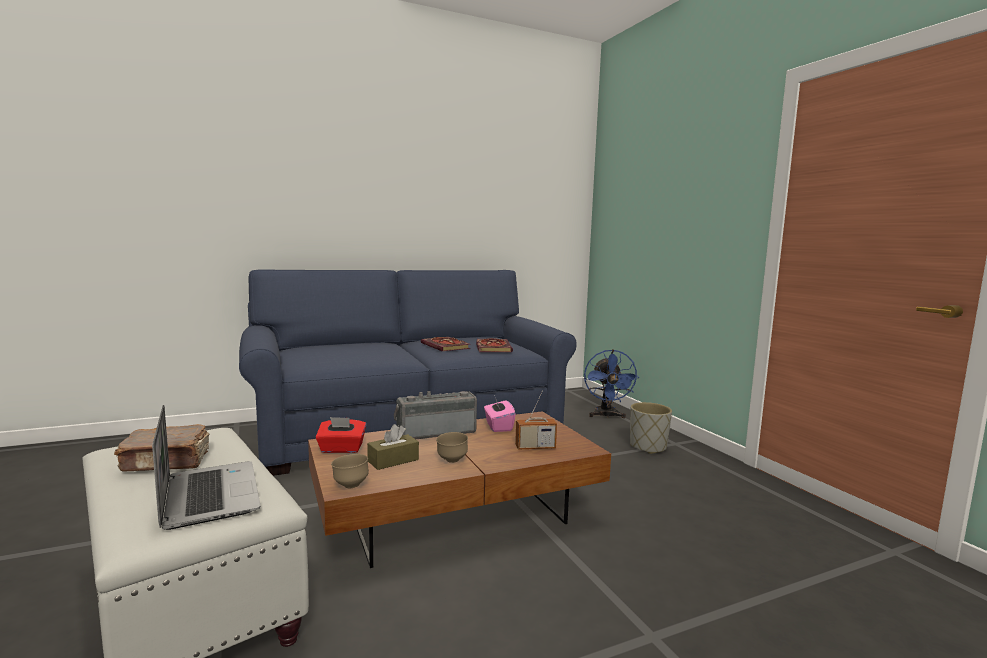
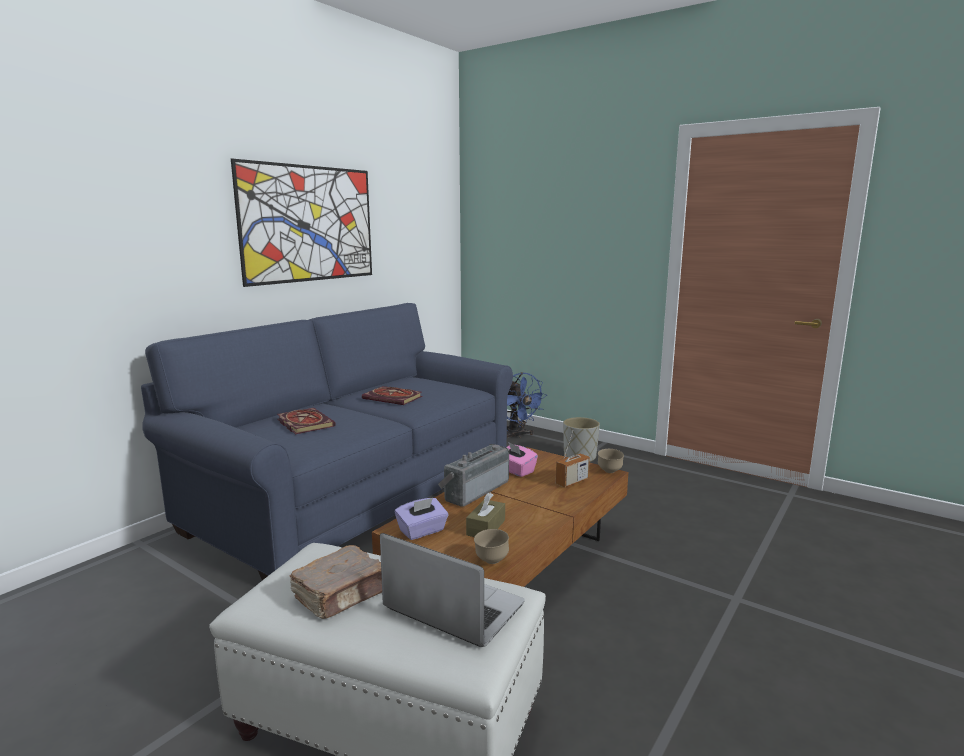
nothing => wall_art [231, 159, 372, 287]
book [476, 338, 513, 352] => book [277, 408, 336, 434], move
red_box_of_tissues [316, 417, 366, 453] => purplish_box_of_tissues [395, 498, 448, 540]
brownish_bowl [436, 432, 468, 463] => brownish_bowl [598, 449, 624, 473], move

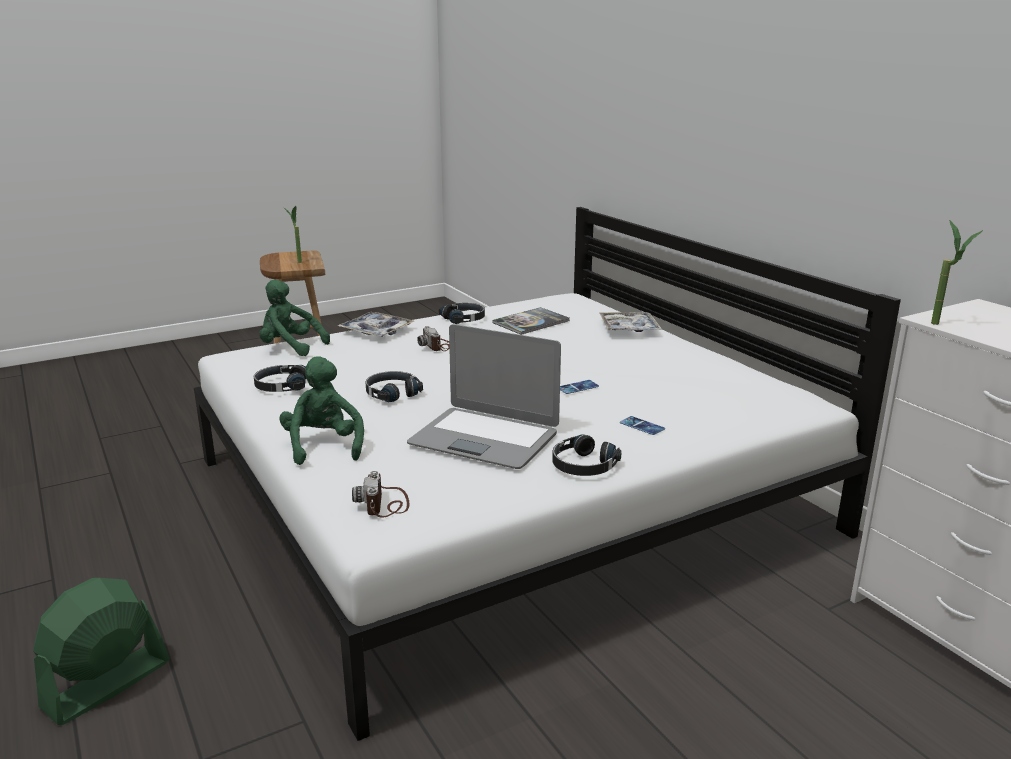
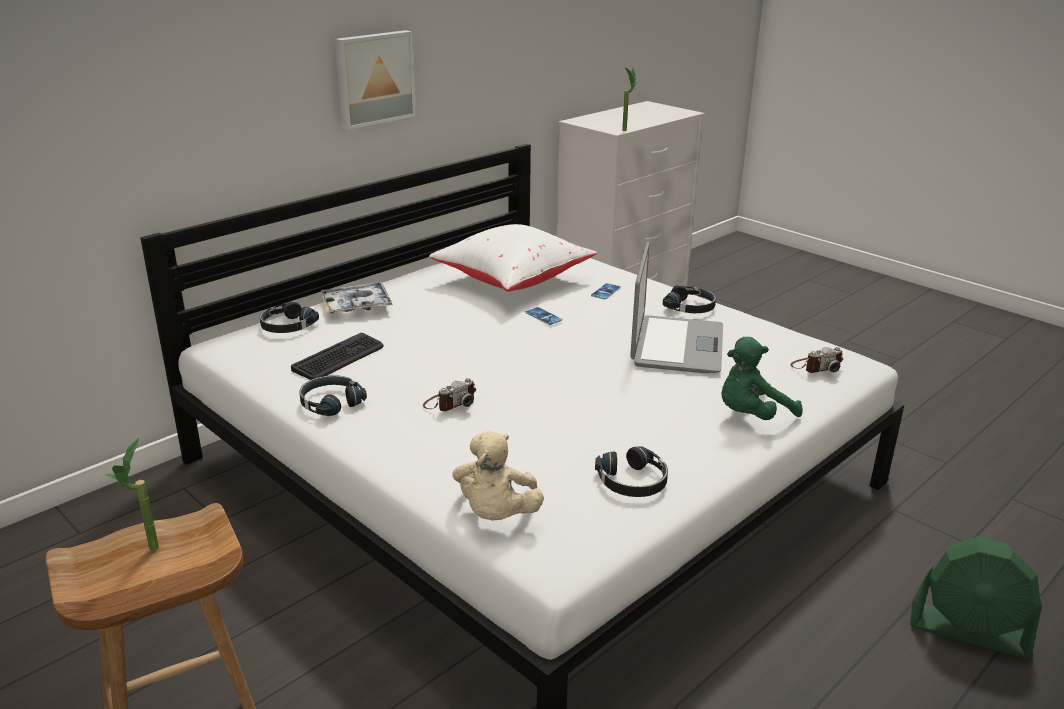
blackish_headset [366, 371, 423, 402] => blackish_headset [260, 301, 319, 333], move
book [492, 307, 570, 335] => PC_keyboard [291, 333, 384, 380]
nothing => wall_art [335, 30, 416, 130]
nothing => white_cushion [429, 224, 597, 292]
green-coloured_cuddly_toy [259, 280, 330, 356] => sand-coloured_cuddly_toy [452, 431, 544, 520]
carrying_tray [338, 312, 414, 337] => nothing

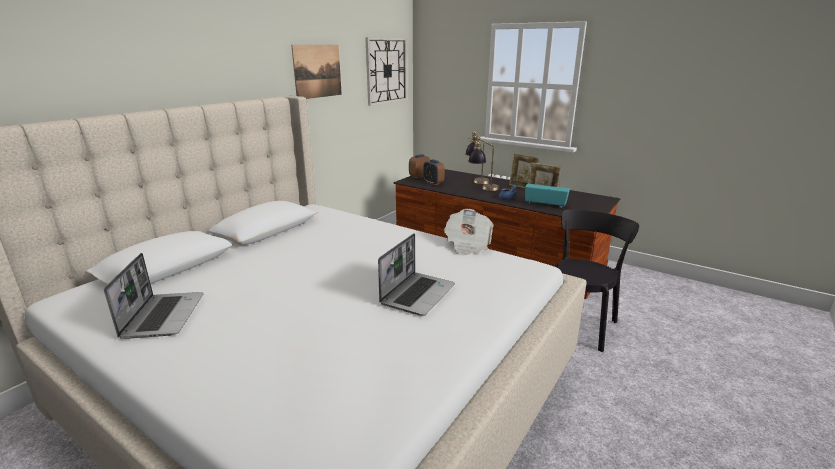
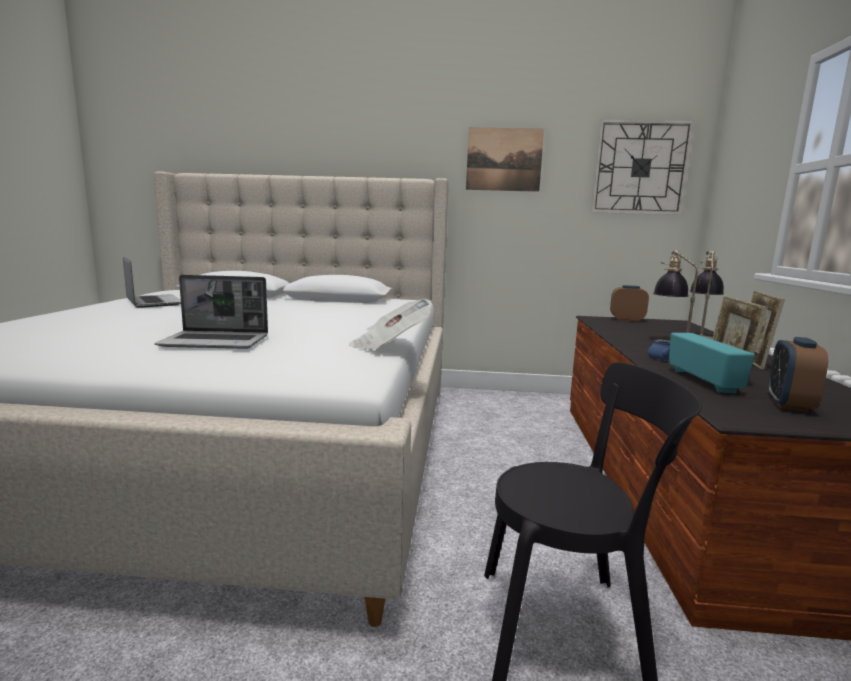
notebook_computer [104, 253, 204, 339] => notebook_computer [123, 257, 181, 308], 90 degrees counterclockwise
alarm_clock [423, 159, 445, 185] => alarm_clock [768, 337, 828, 412], move

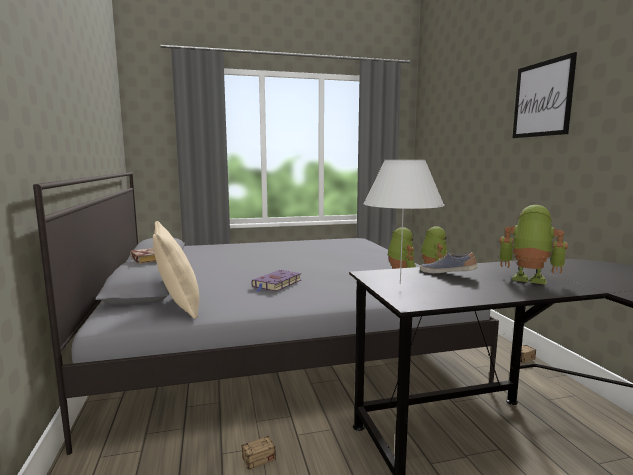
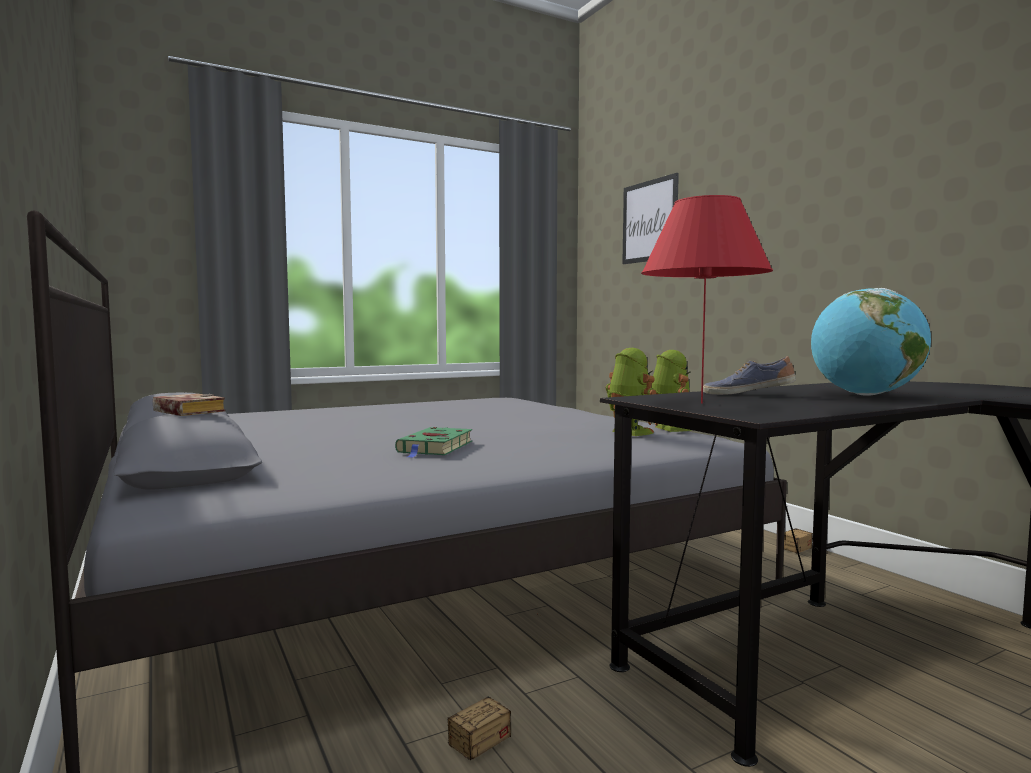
purplish_book [251, 270, 301, 292] => green-coloured_book [395, 427, 472, 458]
wall_art [513, 52, 577, 138] => wall_art [622, 173, 679, 264], move
white_table_lamp [363, 160, 445, 284] => red_table_lamp [641, 195, 773, 404]
robot_figure [499, 205, 568, 285] => world_globe [811, 288, 931, 396]
sand-coloured_cushion [153, 221, 199, 319] => nothing

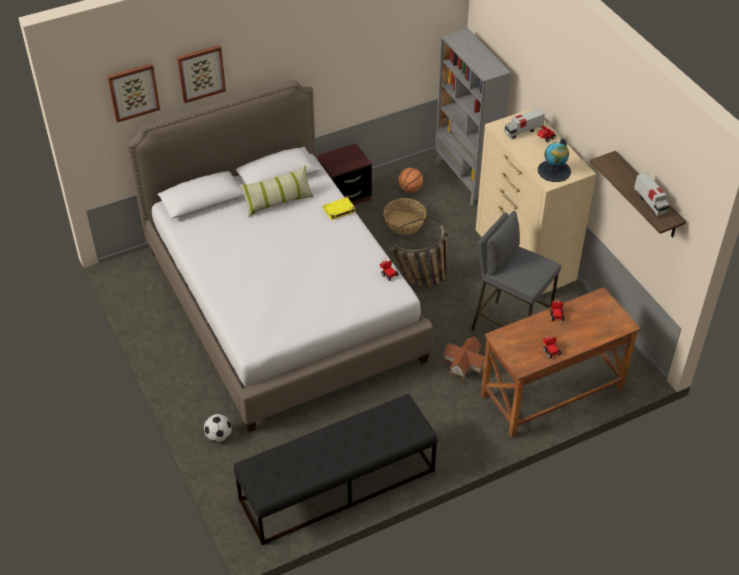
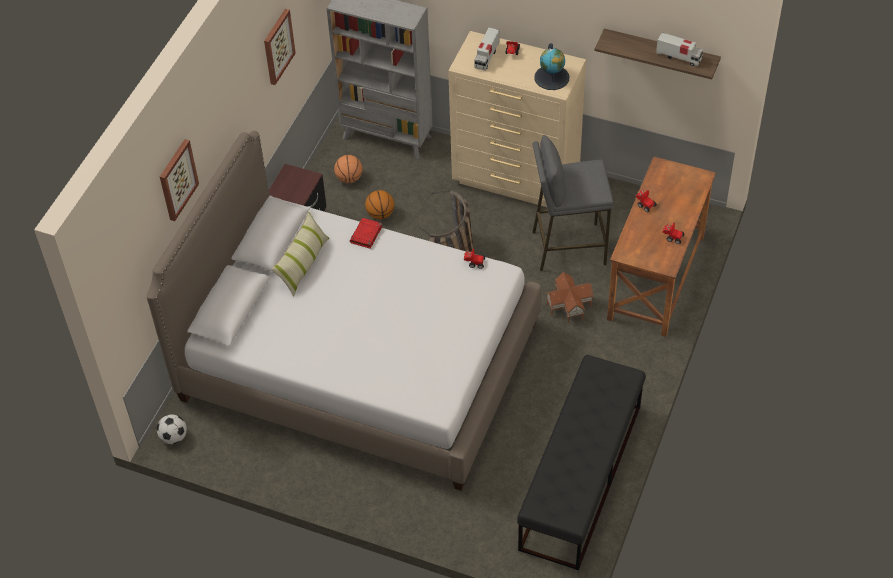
football_ball [204, 414, 232, 442] => football_ball [157, 414, 187, 444], move
wall_art [107, 63, 160, 123] => wall_art [264, 9, 296, 85], move
yellowish_book [323, 197, 356, 220] => red_book [350, 218, 382, 249]
household_basket [383, 198, 426, 235] => basketball_ball [365, 190, 394, 219]

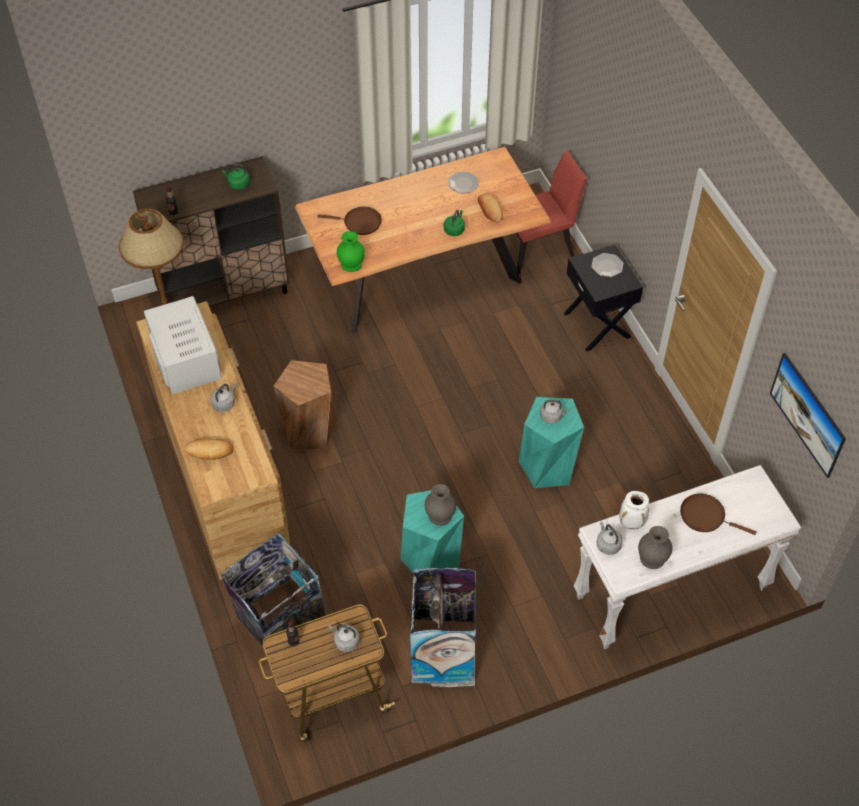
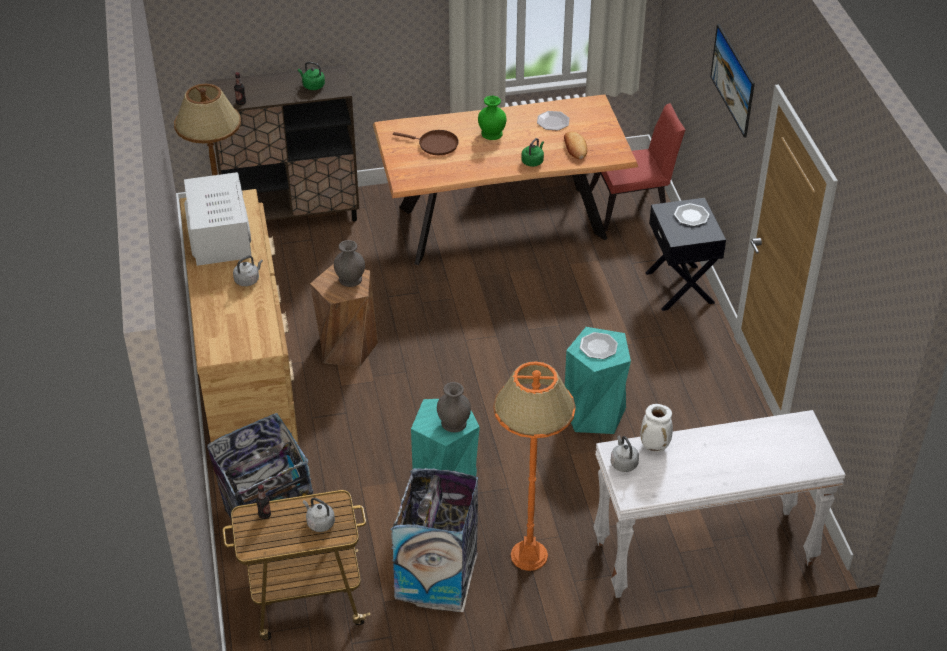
greyish_decorative_vase [638, 526, 672, 569] => greyish_decorative_vase [334, 240, 365, 287], move
green-coloured_decorative_vase [337, 231, 365, 272] => green-coloured_decorative_vase [478, 96, 506, 140], move
nothing => orangey_standard_lamp [493, 361, 576, 571]
greyish_water_kettle [540, 400, 570, 424] => plate [580, 332, 618, 359]
wall_art [770, 353, 846, 478] => wall_art [710, 24, 755, 138], move
baked_bread [184, 439, 233, 460] => nothing
brownish_skillet [680, 494, 756, 535] => nothing

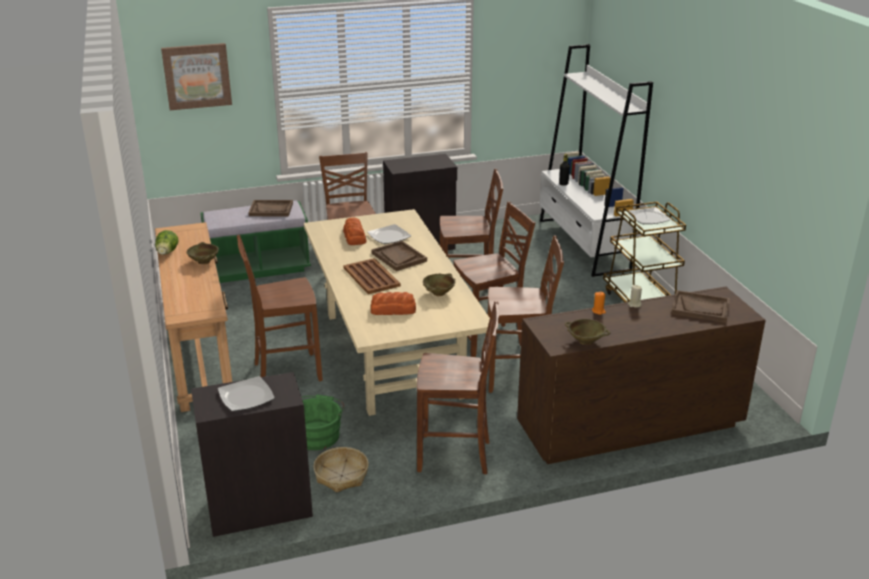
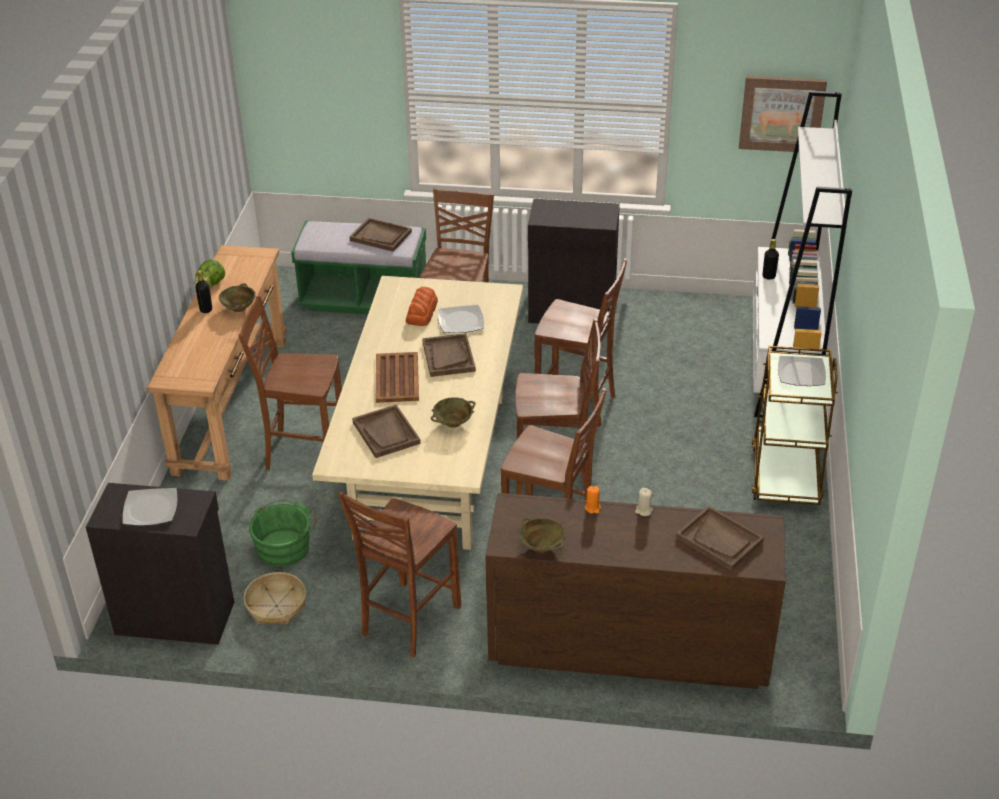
nothing => blackish_bottle [195, 270, 212, 313]
brownish_plain_chair [417, 301, 499, 475] => brownish_plain_chair [338, 491, 461, 657], 90 degrees clockwise
baked_bread [371, 292, 416, 315] => brownish_carrying_tray [352, 405, 421, 458]
wall_art [161, 43, 232, 110] => wall_art [739, 76, 827, 152], move

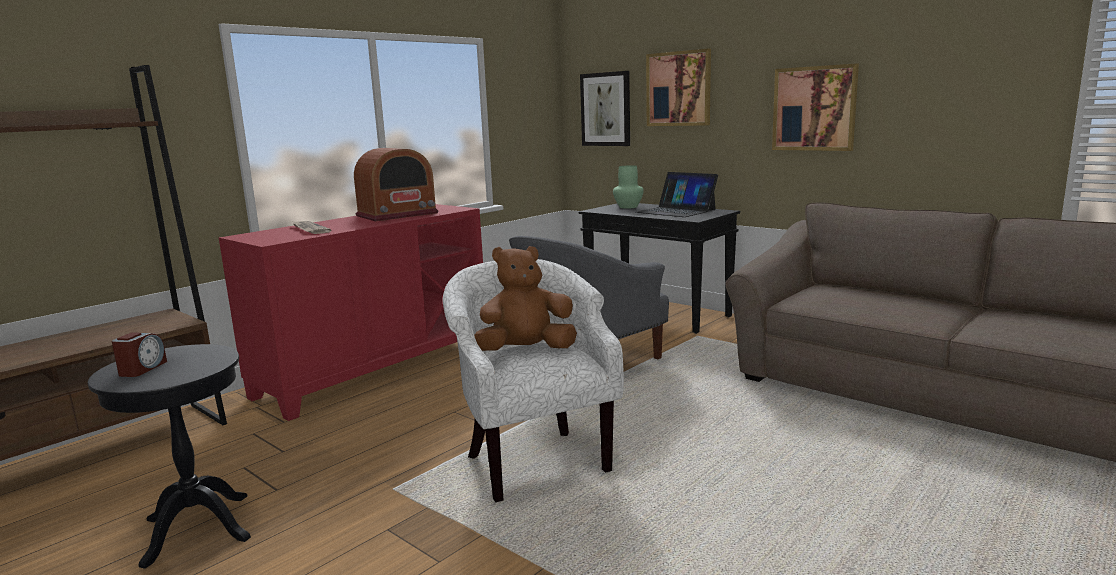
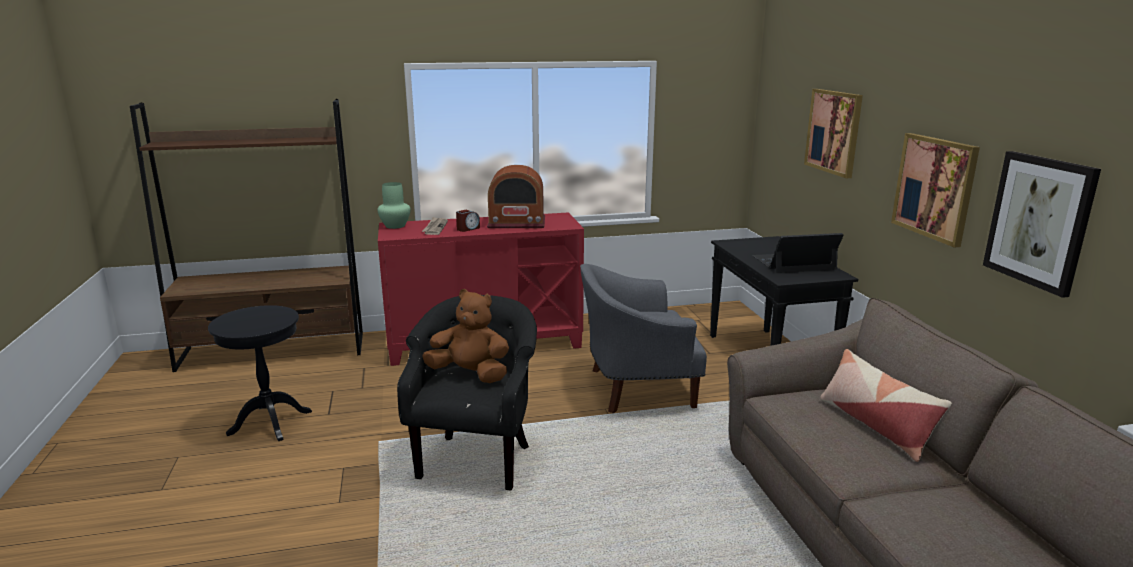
green-coloured_decorative_vase [613, 165, 644, 209] => green-coloured_decorative_vase [377, 182, 411, 229], move
white_armchair [442, 259, 624, 502] => blackish_armchair [397, 295, 537, 491]
alarm_clock [112, 332, 167, 377] => alarm_clock [456, 210, 480, 232], move
notebook_computer [636, 172, 718, 217] => notebook_computer [753, 233, 844, 273], 90 degrees clockwise
nothing => cushion [820, 349, 952, 462]
wall_art [580, 71, 630, 146] => wall_art [983, 151, 1101, 298], move

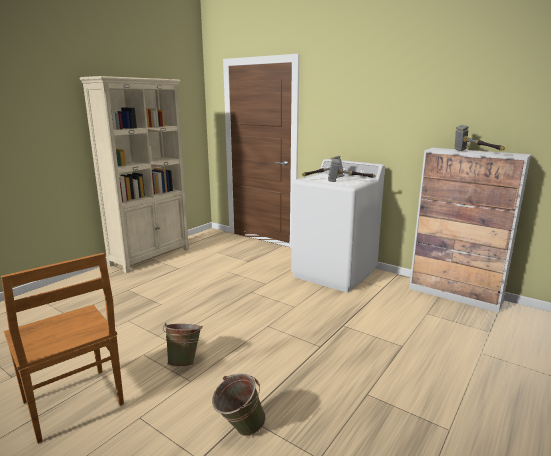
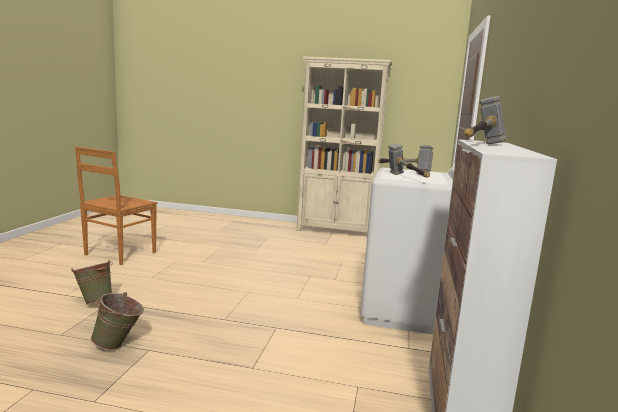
green-coloured_water_bucket [163, 323, 202, 367] => green-coloured_water_bucket [91, 292, 144, 350], move

